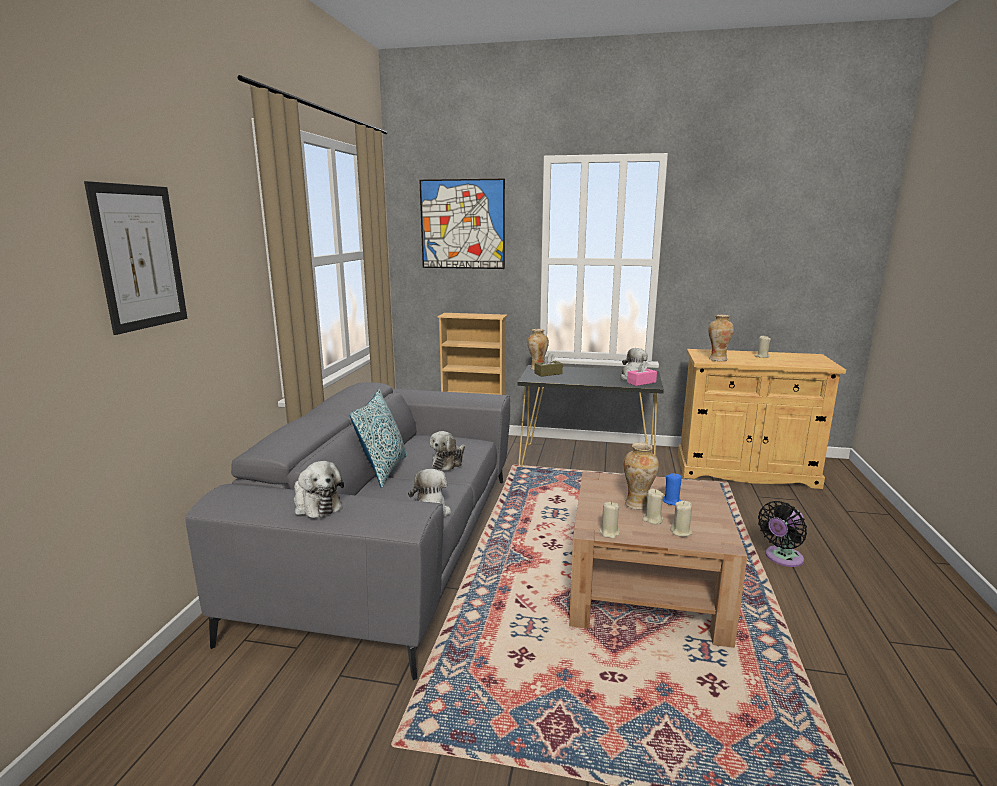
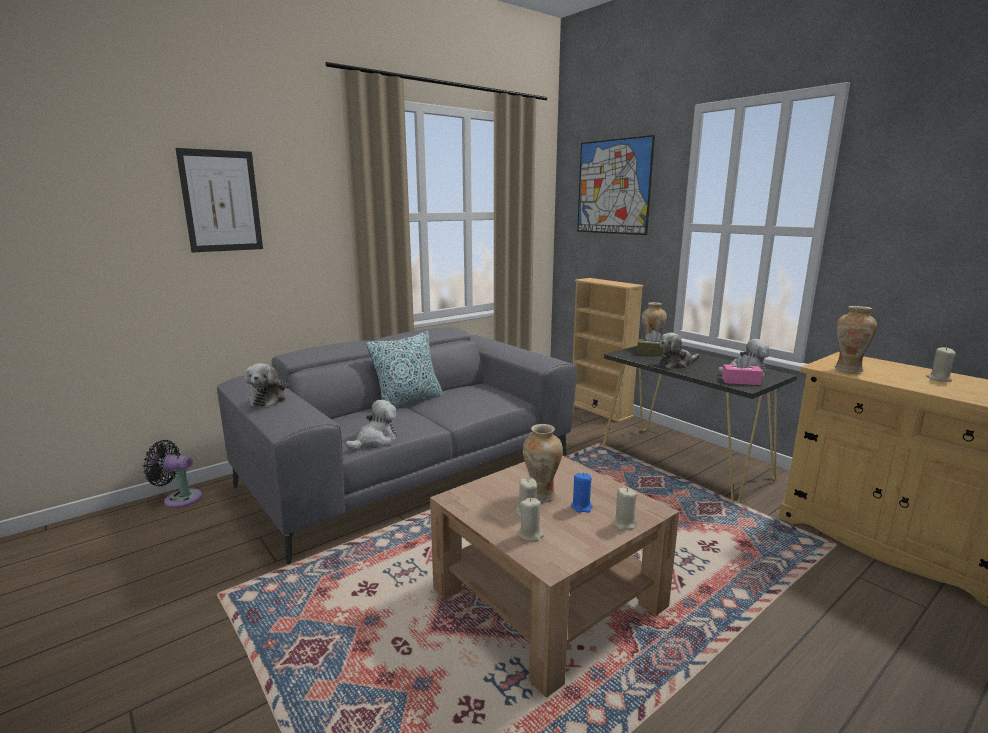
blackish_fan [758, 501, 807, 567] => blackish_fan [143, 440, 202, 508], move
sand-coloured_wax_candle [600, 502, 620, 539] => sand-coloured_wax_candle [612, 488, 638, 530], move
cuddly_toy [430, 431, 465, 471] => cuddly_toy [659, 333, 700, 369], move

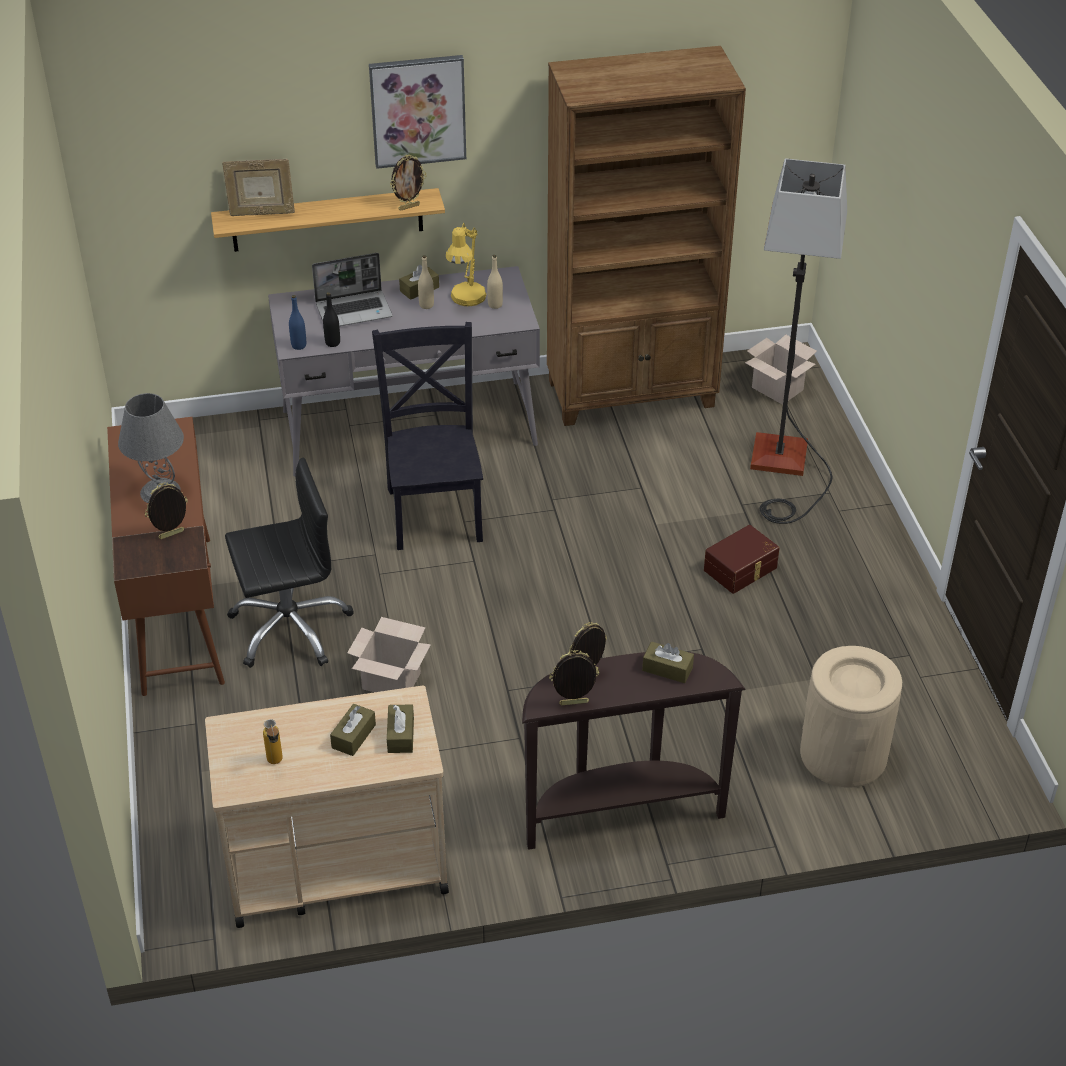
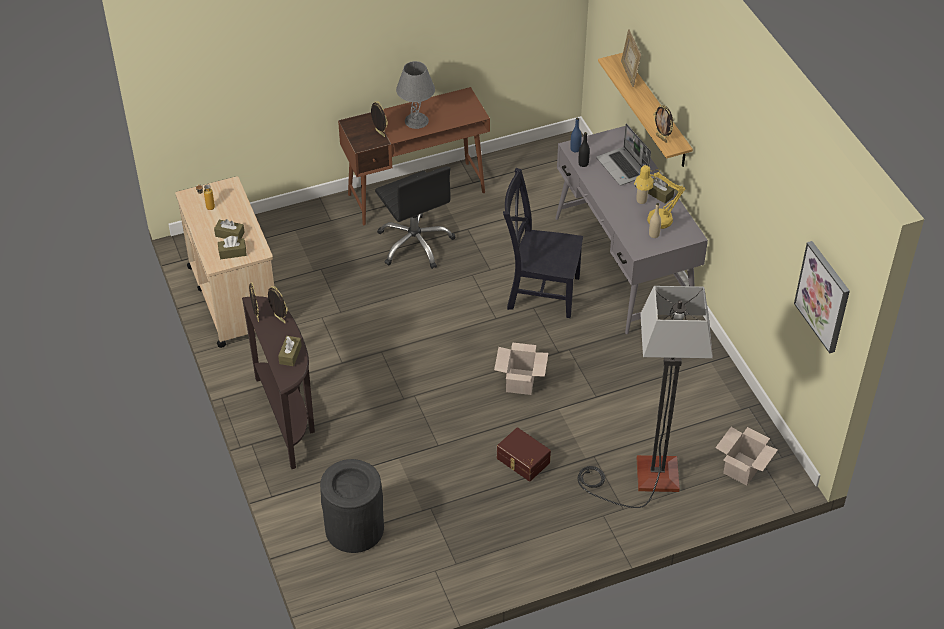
sand-coloured_rubbish_bin [800, 646, 902, 788] => blackish_rubbish_bin [320, 459, 384, 553]
carton [347, 617, 431, 692] => carton [494, 342, 548, 395], move
blackish_plain_chair [372, 322, 483, 550] => blackish_plain_chair [503, 168, 583, 318], 150 degrees counterclockwise
wall_art [369, 55, 466, 169] => wall_art [794, 241, 850, 353], move
brownish_shelving_unit [547, 46, 746, 426] => nothing

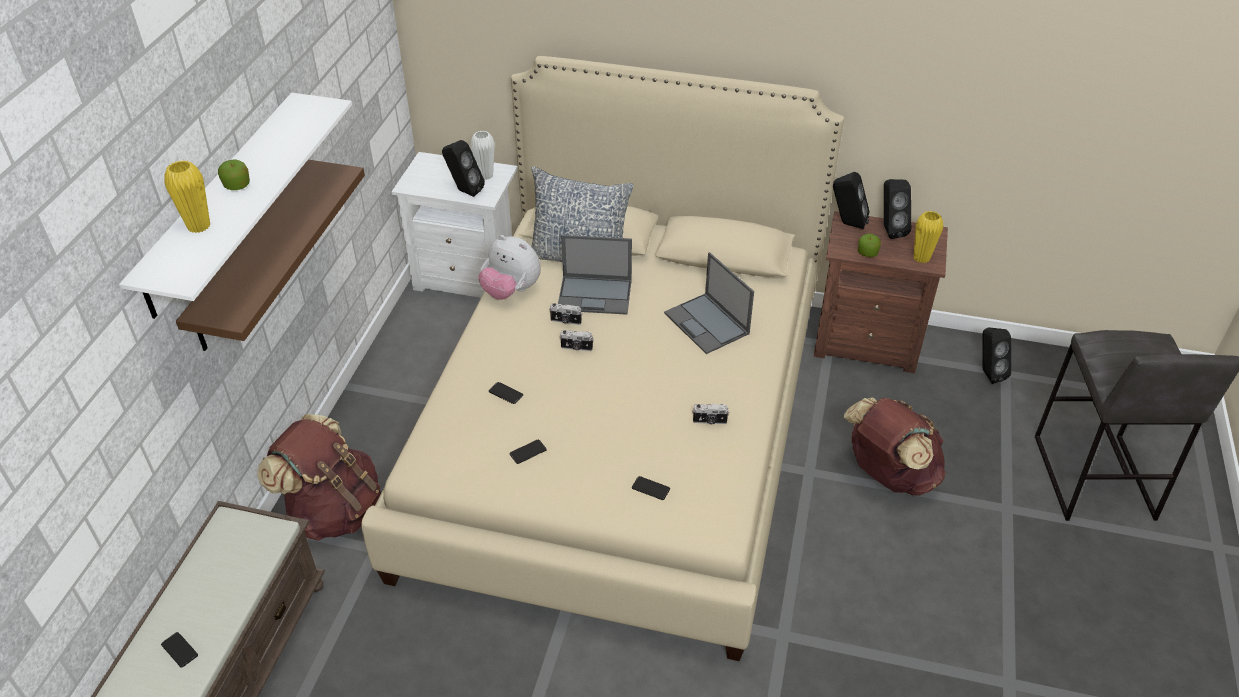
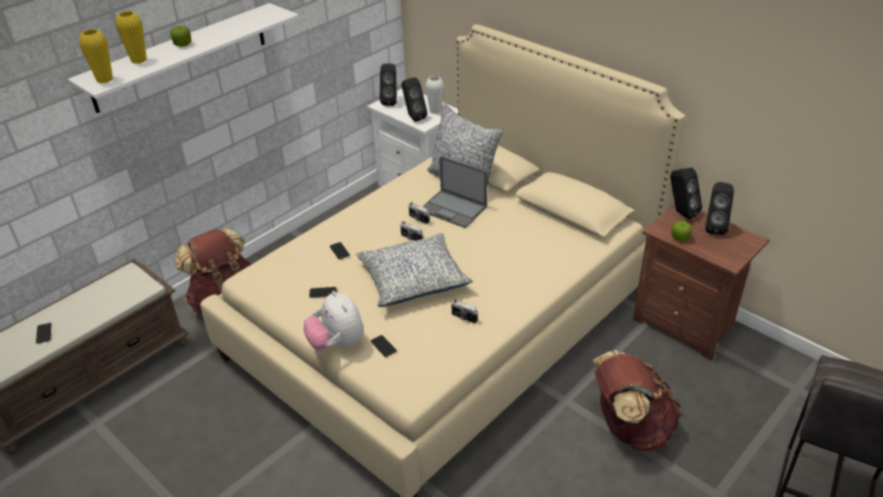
yellowish_decorative_vase [914, 211, 943, 263] => yellowish_decorative_vase [80, 29, 113, 83], move
cuddly_toy [478, 235, 541, 300] => cuddly_toy [304, 291, 364, 351], move
nothing => cushion [356, 233, 473, 307]
blackish_speaker [983, 327, 1011, 384] => blackish_speaker [380, 63, 397, 106], move
brownish_shelf [176, 160, 365, 351] => nothing
notebook_computer [664, 252, 754, 354] => nothing

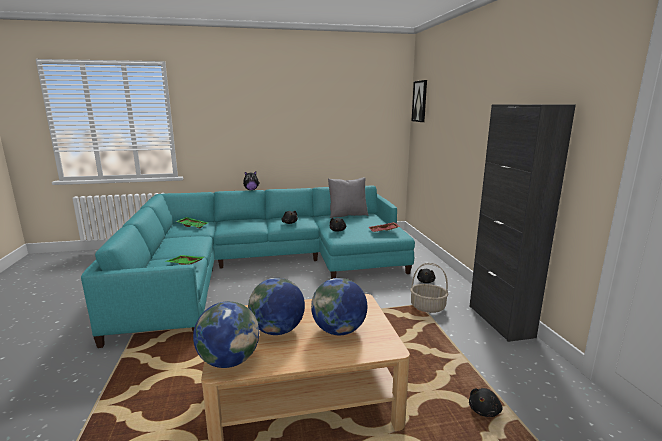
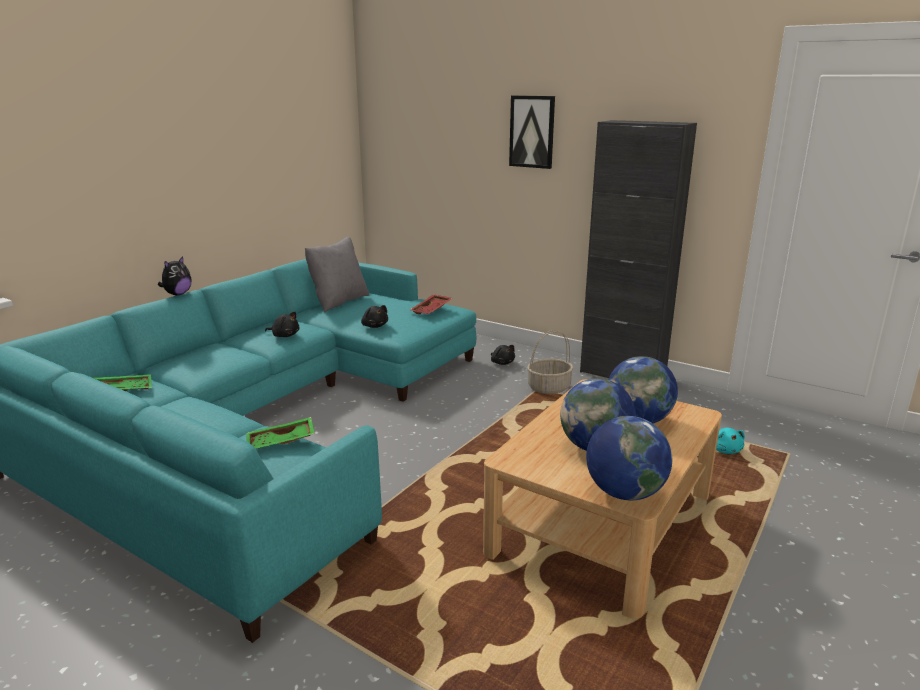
wall_art [412, 80, 427, 122] => wall_art [509, 96, 555, 169], move
blackish_cuddly_toy [469, 388, 503, 417] => blue-green_cuddly_toy [716, 428, 745, 454]

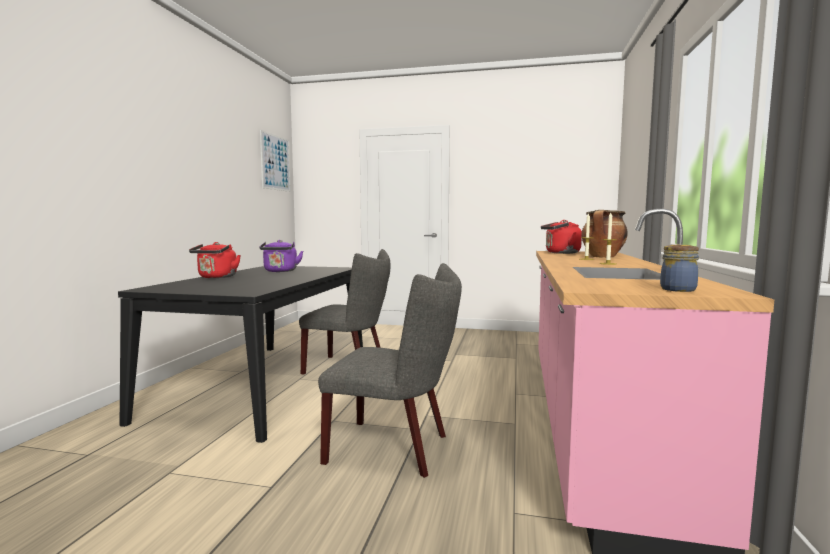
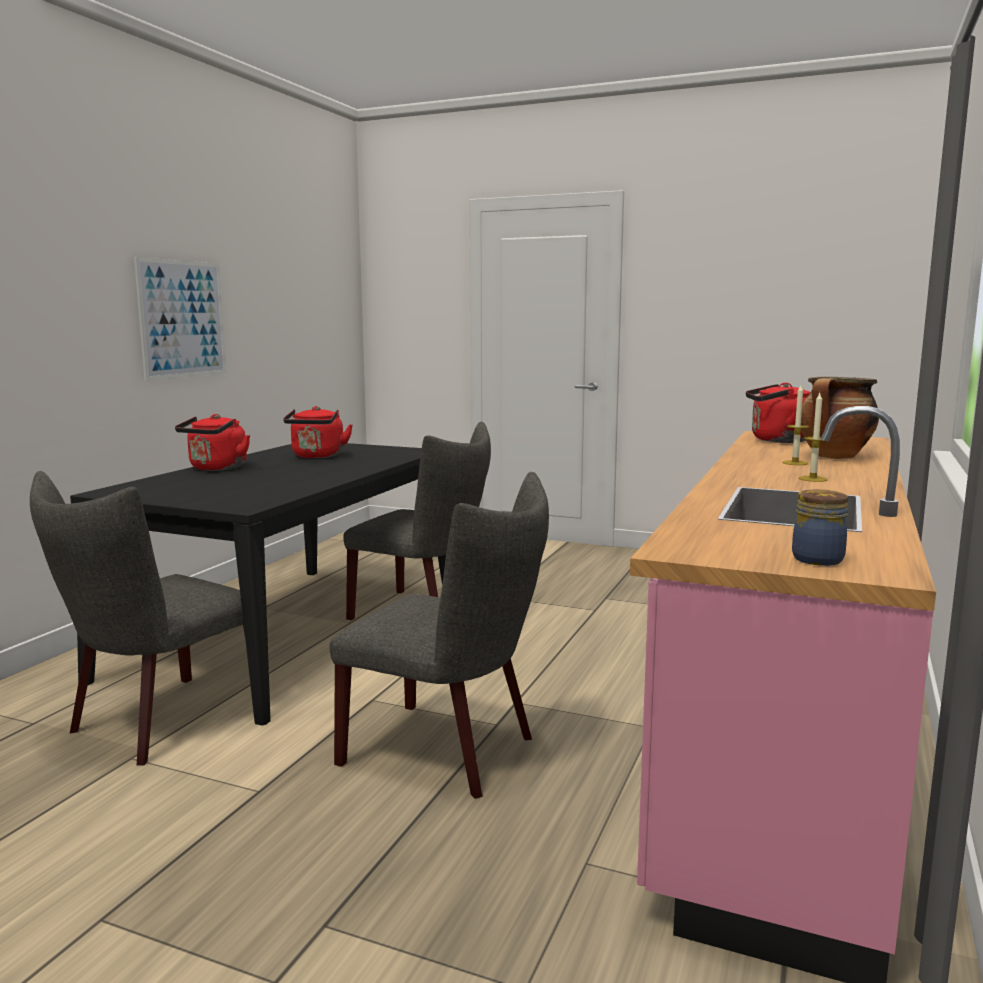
nothing => greyish_plain_chair [30, 471, 245, 766]
wall_art [260, 130, 291, 192] => wall_art [134, 257, 226, 381], move
purplish_water_kettle [259, 240, 303, 272] => red_water_kettle [283, 406, 353, 458]

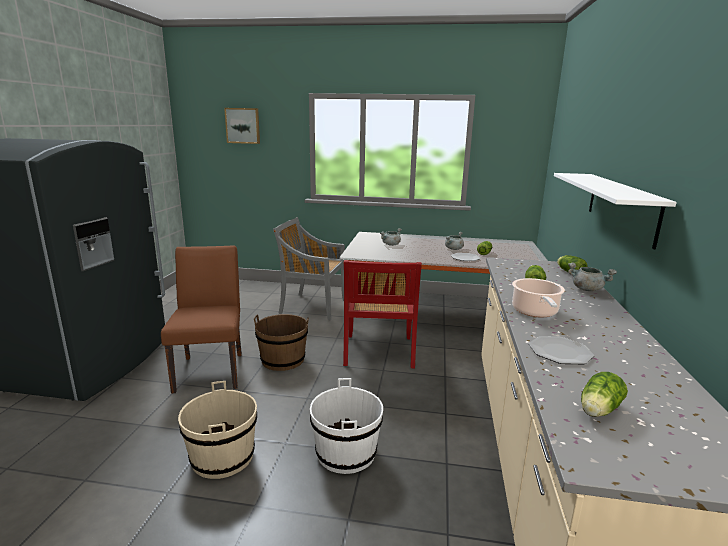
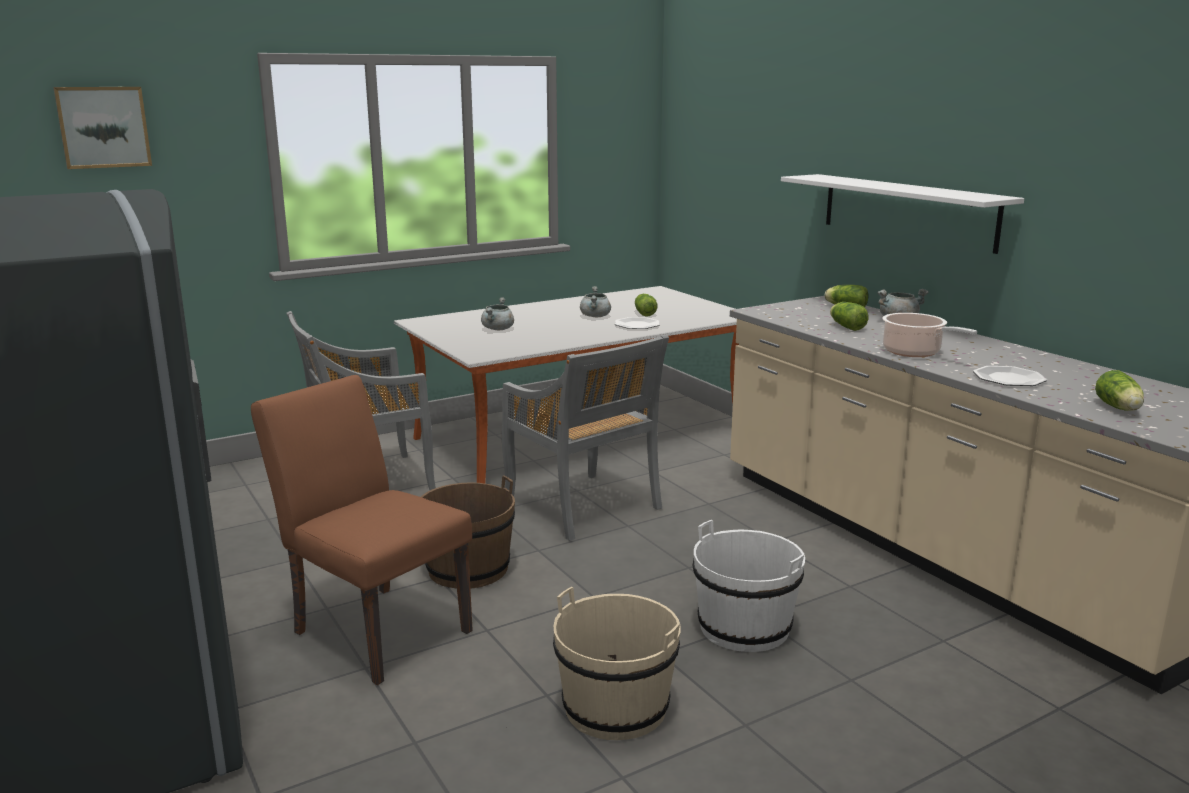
red_plain_chair [343, 260, 422, 368] => greyish_plain_chair [502, 335, 669, 541]

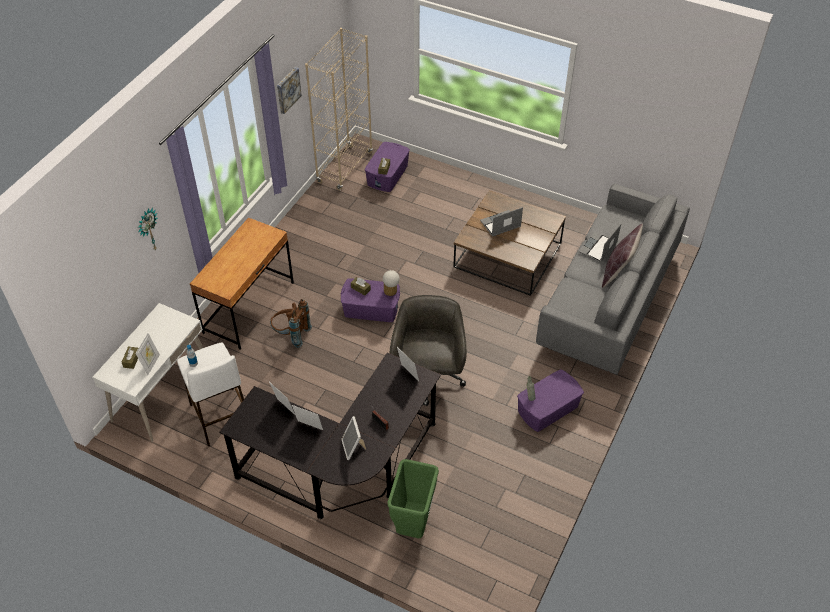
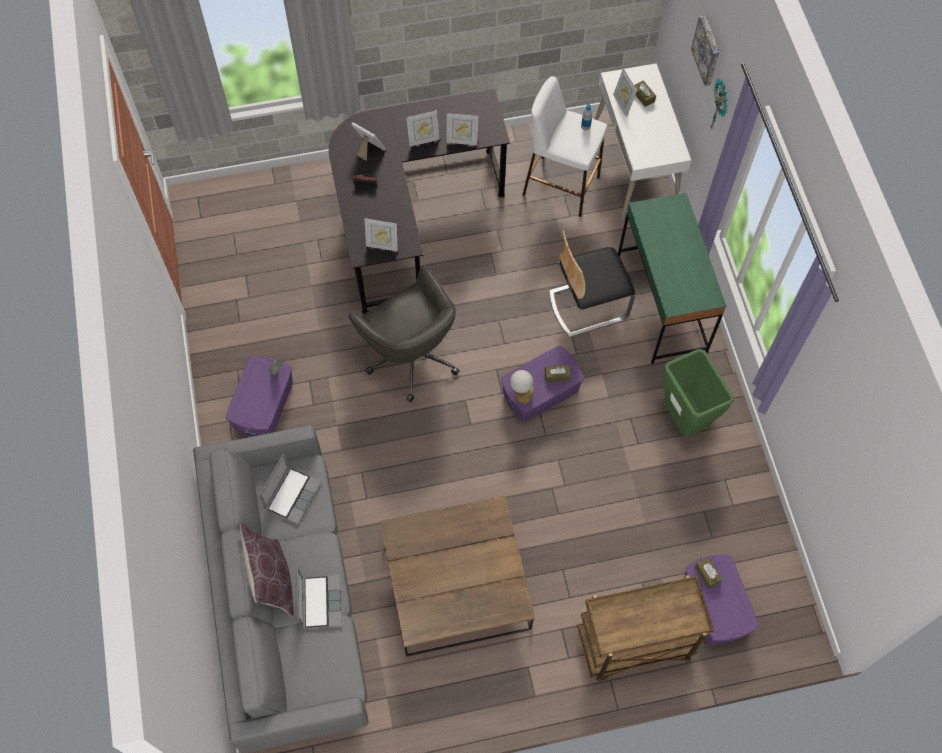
notebook_computer [480, 207, 523, 237] => notebook_computer [259, 453, 322, 525], move
brownish_knapsack [270, 299, 312, 348] => plain_chair [549, 230, 635, 338]
nothing => brownish_trolley [577, 575, 714, 681]
brownish_desk_table [190, 217, 294, 350] => green-coloured_desk_table [618, 193, 726, 364]
green-coloured_rubbish_bin [387, 459, 439, 538] => green-coloured_rubbish_bin [663, 349, 734, 437], move
wall_art [277, 67, 302, 114] => wall_art [691, 15, 720, 86], move
sand-coloured_shelving_unit [305, 28, 373, 190] => nothing

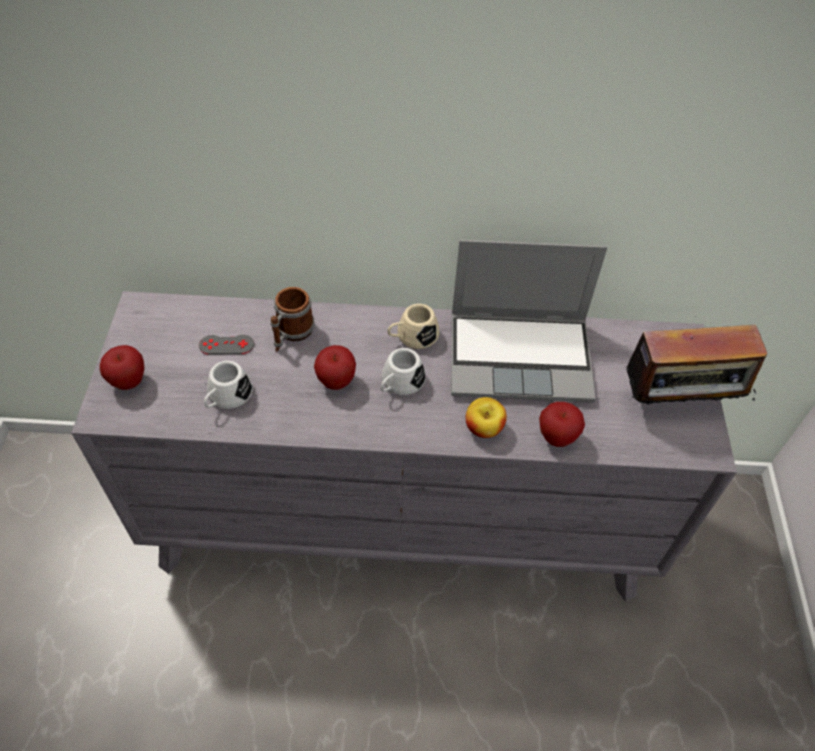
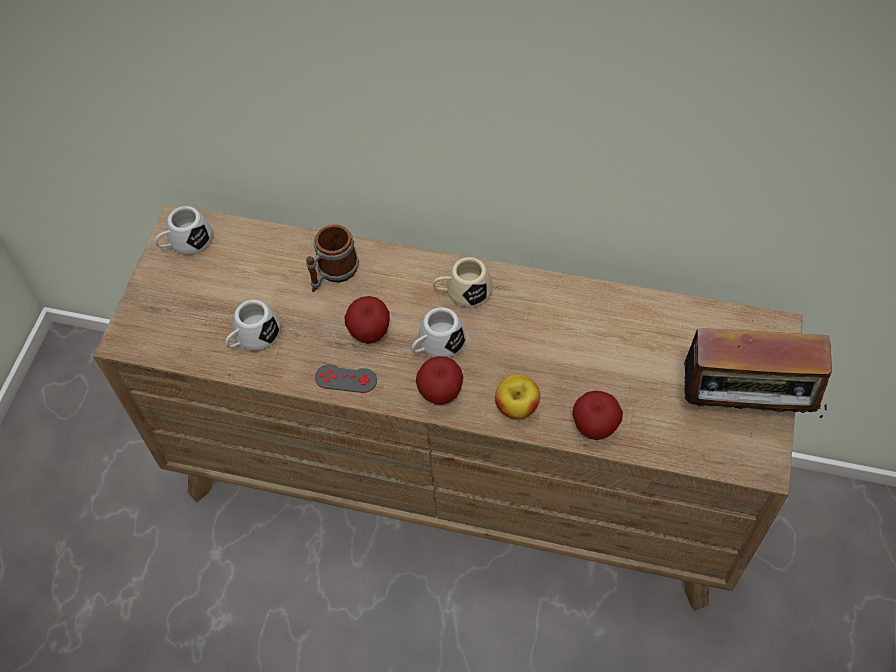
greyish_chest_of_drawers [71, 291, 737, 602] => brownish_chest_of_drawers [93, 204, 803, 611]
nothing => white_coffee_mug [155, 206, 213, 255]
greyish_gamepad [199, 335, 254, 355] => greyish_gamepad [315, 364, 377, 393], move
apple_fruit [100, 345, 145, 390] => apple_fruit [416, 356, 463, 405], move
notebook_computer [451, 240, 607, 402] => nothing

